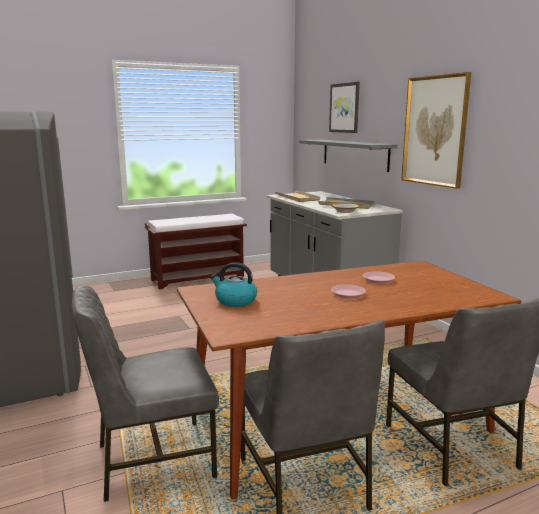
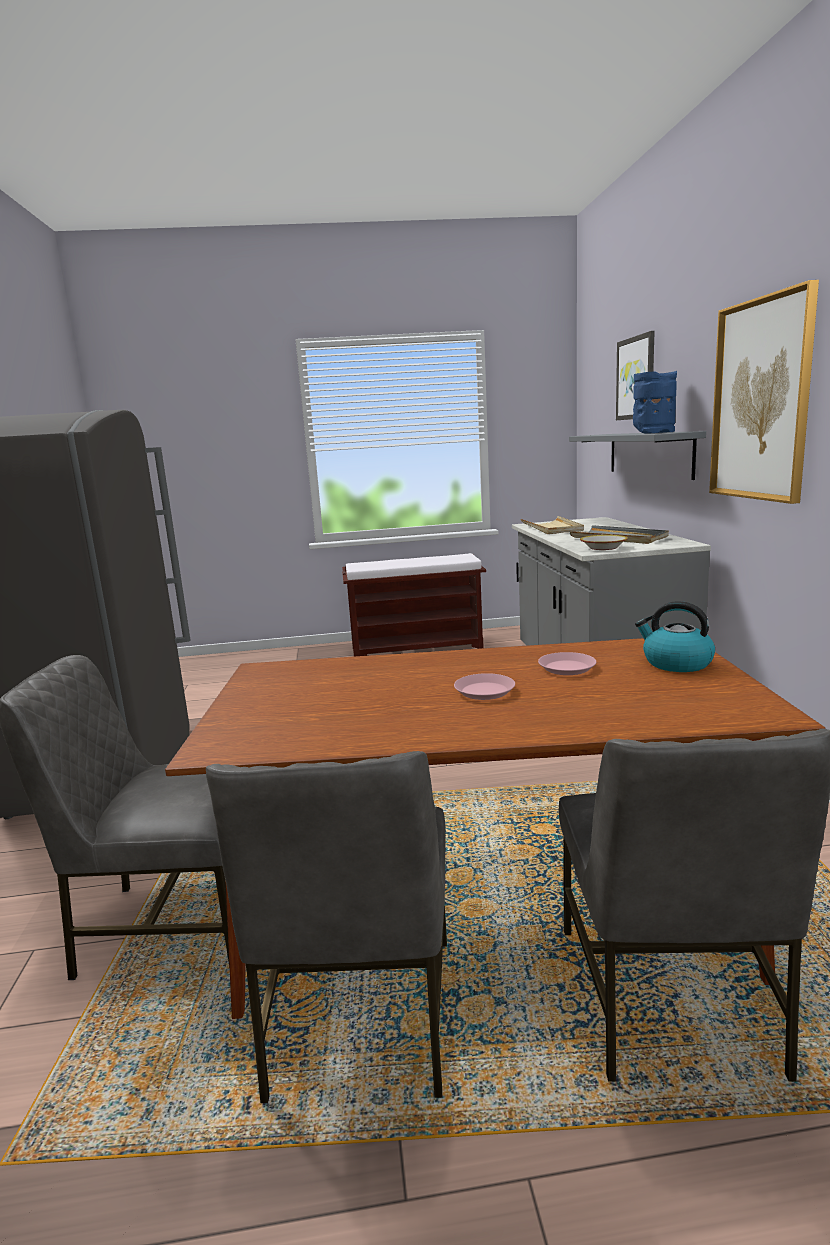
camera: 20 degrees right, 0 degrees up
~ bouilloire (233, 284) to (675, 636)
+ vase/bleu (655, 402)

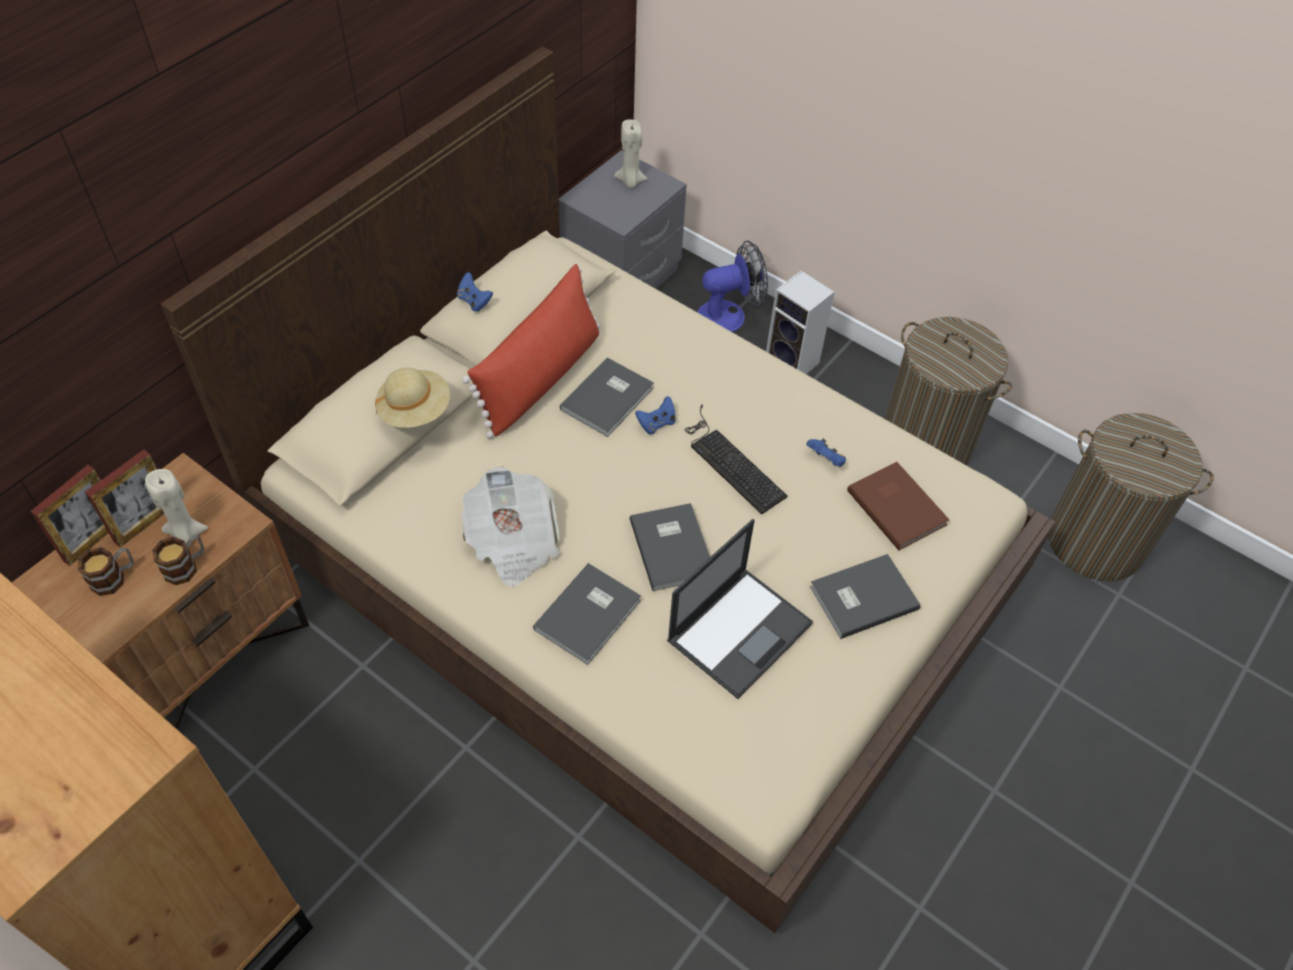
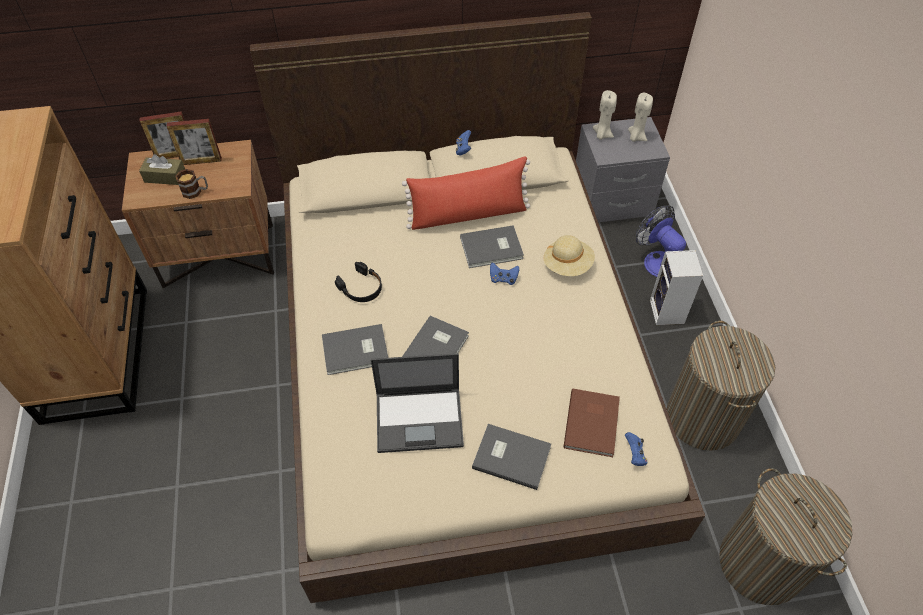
camera: 45 degrees right, 0 degrees up
~ ventilateur (732, 286) = (661, 241) 150 degrees counterclockwise
~ chapeau/beige (412, 398) to (569, 255)
- clavier (736, 459)
~ manette/bleu (826, 452) to (636, 449)
~ journal (511, 526) to casque audio/noir (358, 282)
~ bougie/beige (176, 506) to (605, 115)
~ mug (106, 571) to boîte à mouchoirs/marron (162, 169)

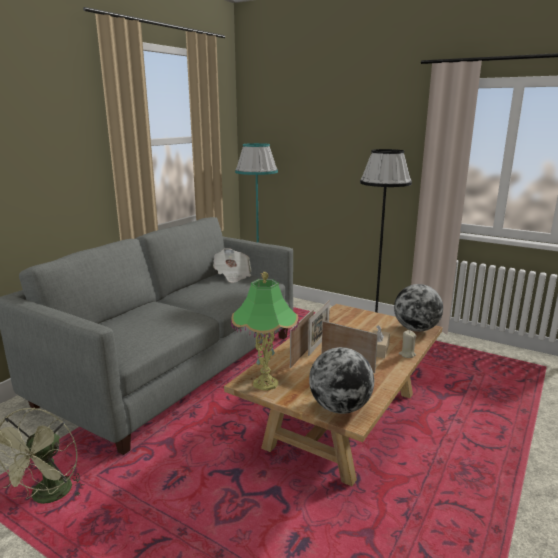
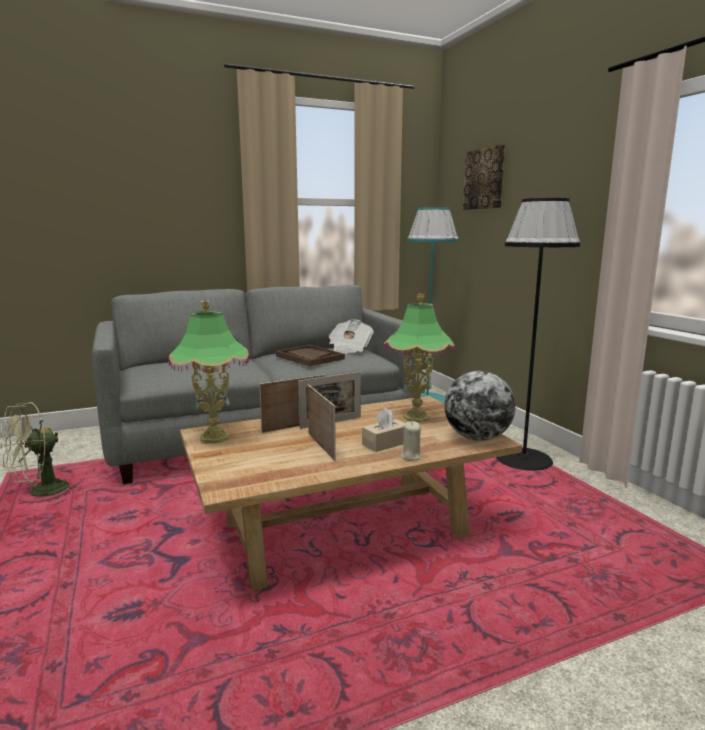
camera: 35 degrees right, 5 degrees down
- globe (341, 380)
+ tableau (484, 177)
+ lampe de table (419, 357)
+ plateau/marron (310, 355)

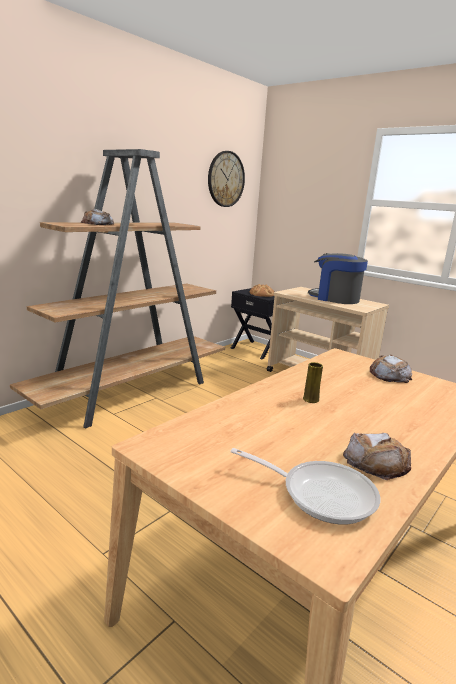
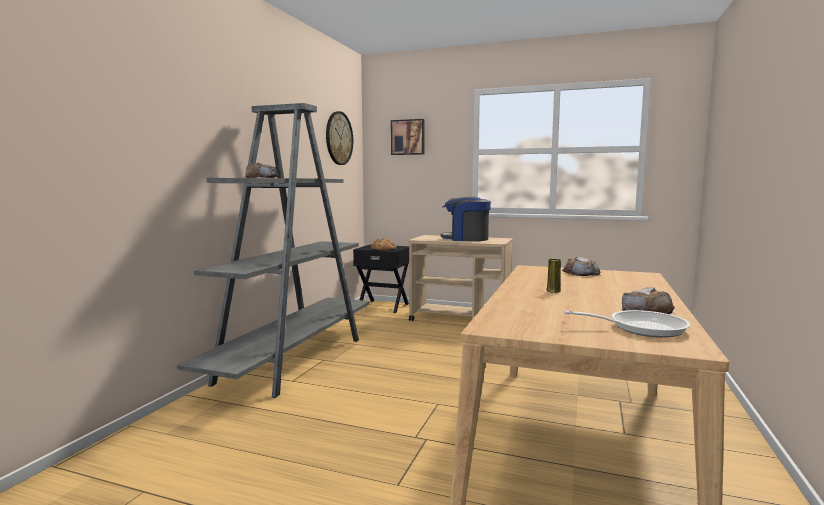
camera: 20 degrees left, 10 degrees down
~ bibliothèque/marron (117, 288) to bibliothèque/gris (273, 250)
+ tableau (408, 137)

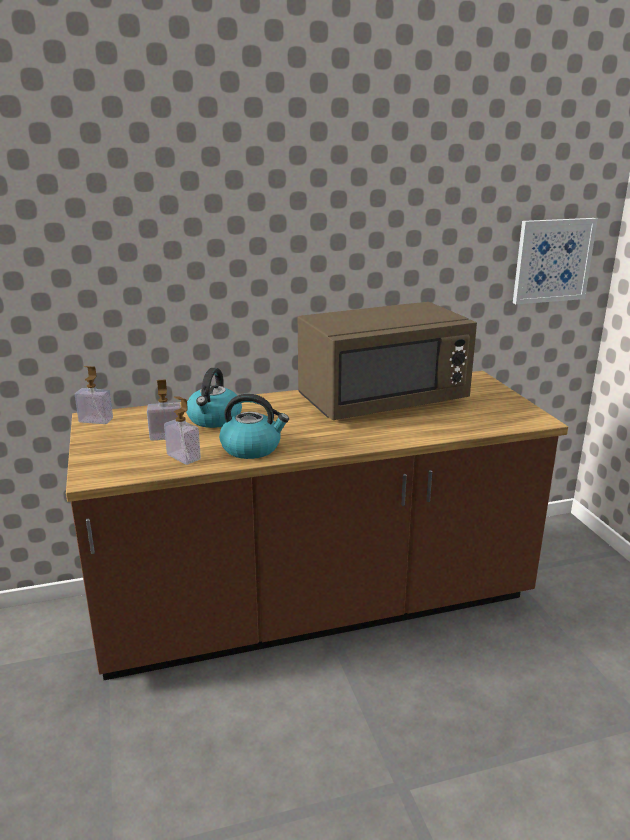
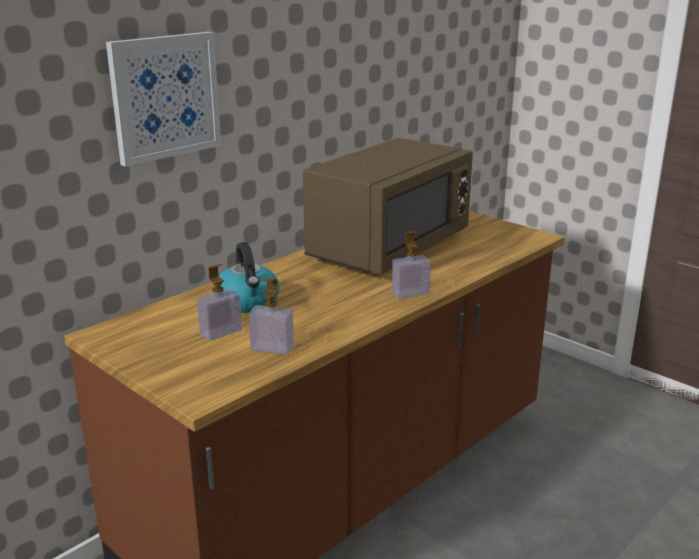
camera: 30 degrees left, 0 degrees up
~ tableau (555, 261) to (163, 99)
~ distributeur de savon (94, 395) to (411, 265)
- bouilloire (254, 426)

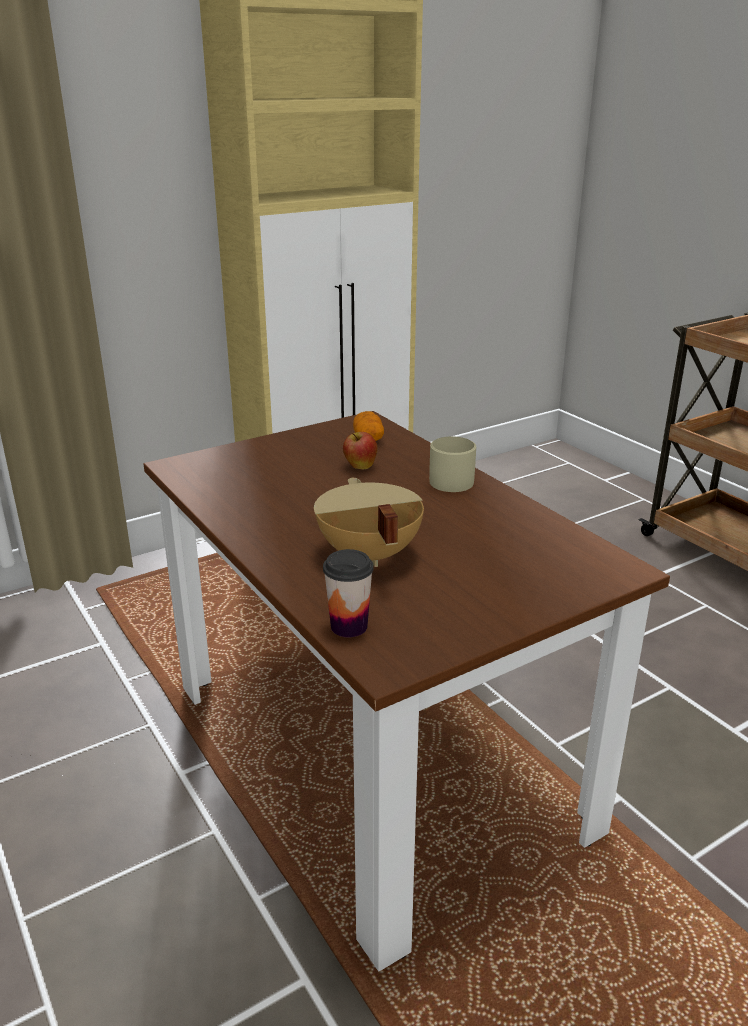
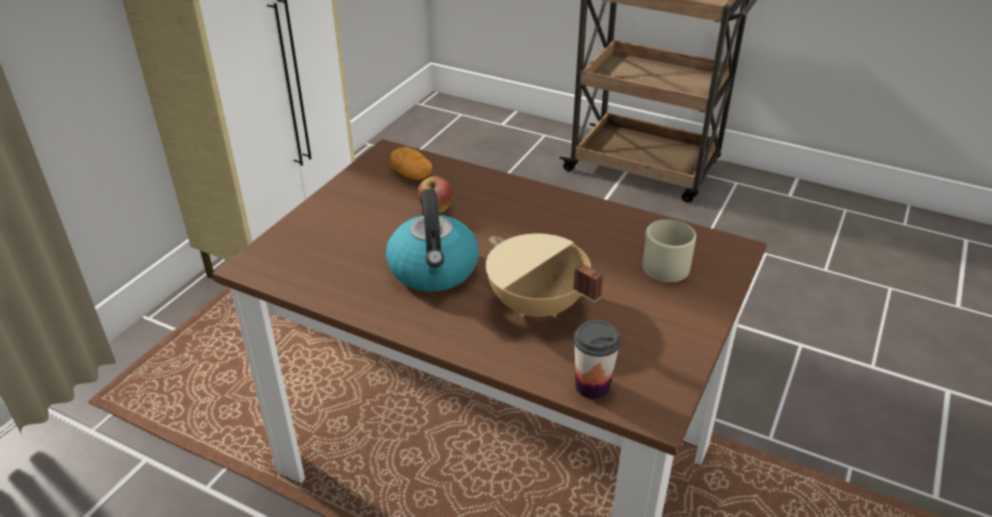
camera: 30 degrees left, 10 degrees up
~ mug/beige (452, 464) to (669, 250)
+ bouilloire (432, 240)

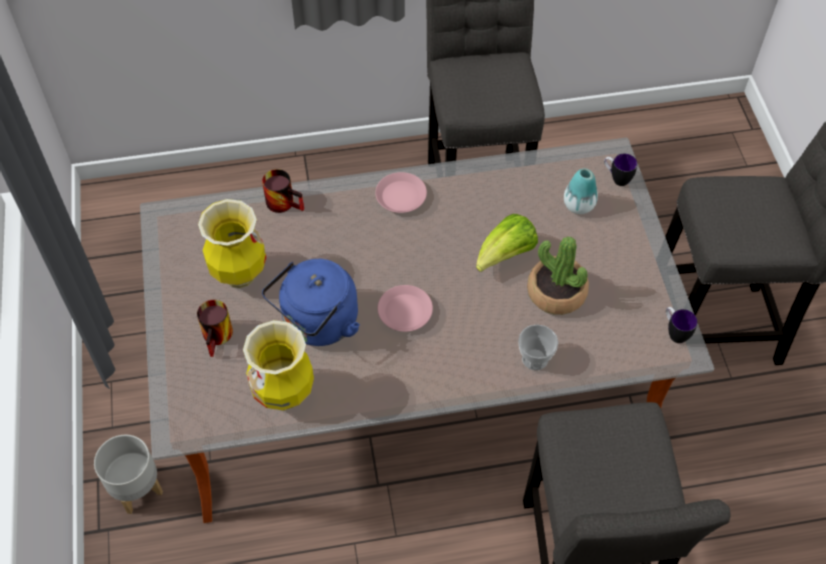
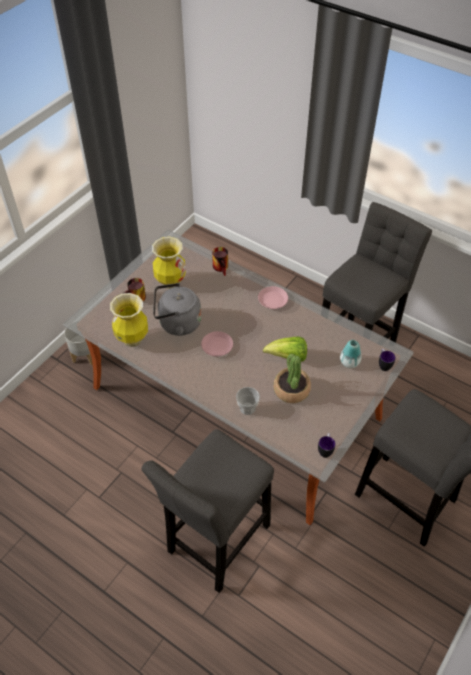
camera: 45 degrees right, 5 degrees down
~ bouilloire/bleu (311, 302) to bouilloire/gris (177, 309)

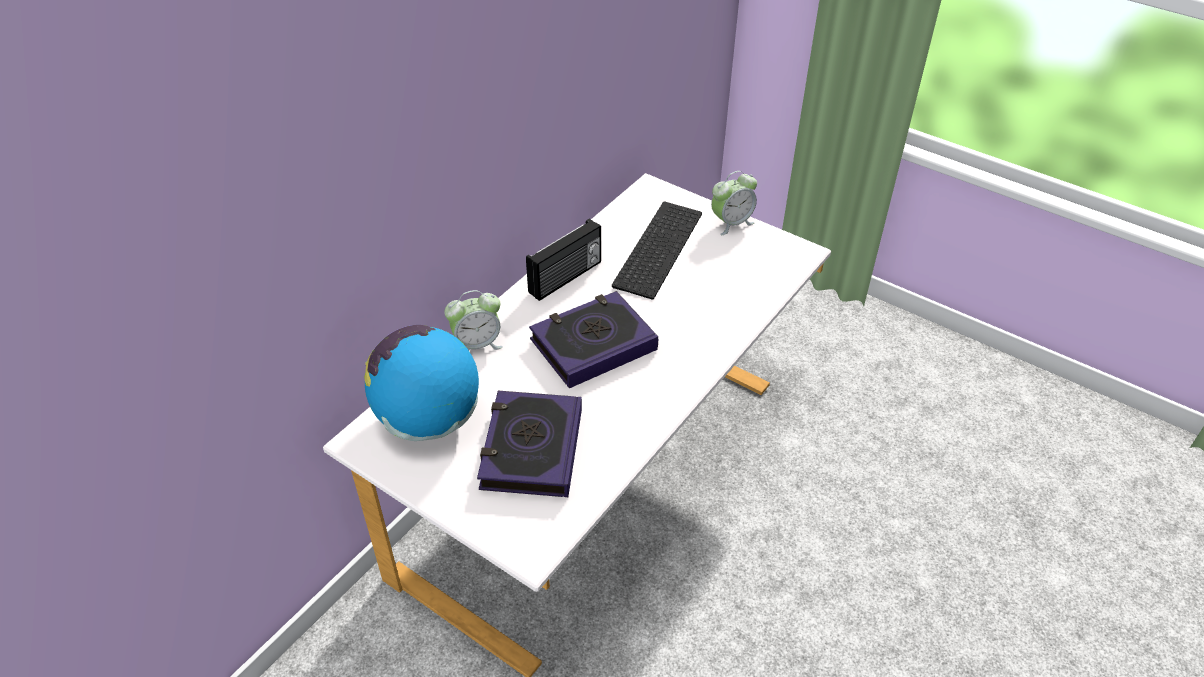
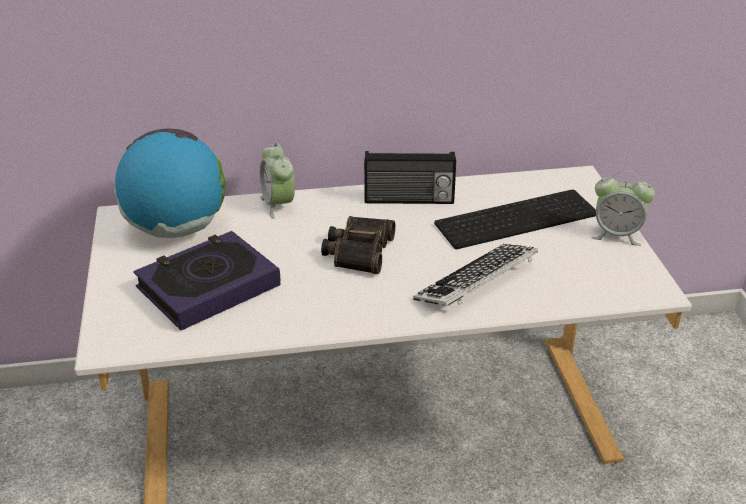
camera: 45 degrees right, 10 degrees down
~ réveil (473, 320) = (277, 181) 45 degrees clockwise
~ livre (593, 339) to jumelles (358, 245)
+ clavier (475, 275)

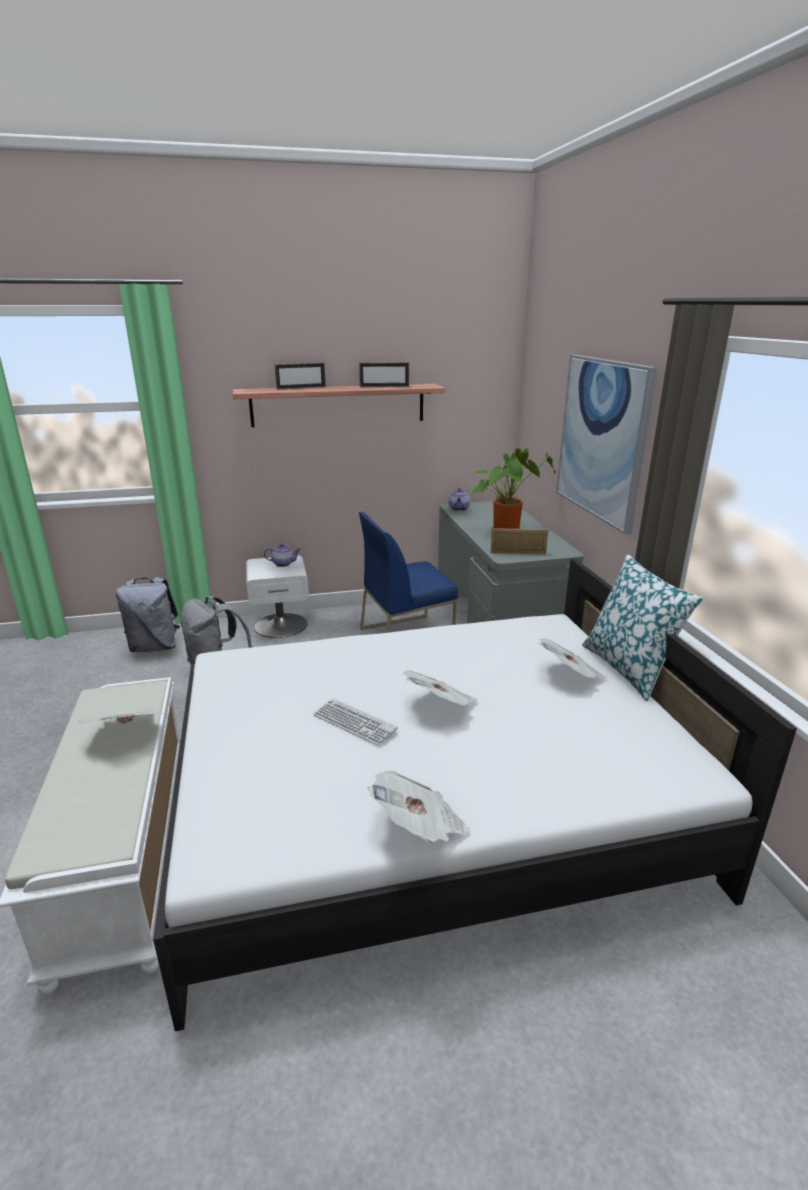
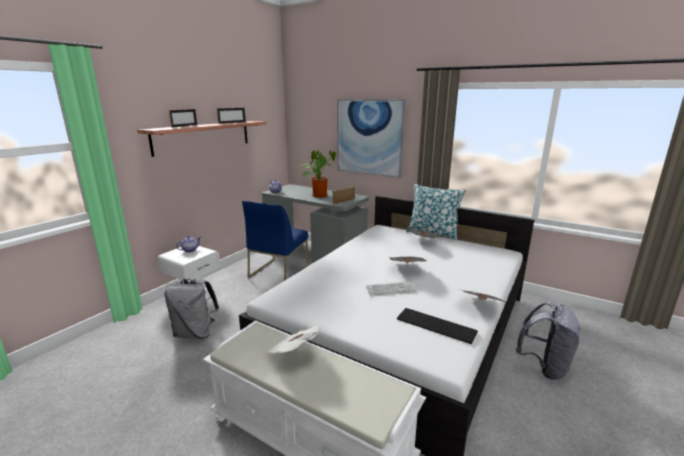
camera: 45 degrees left, 5 degrees down
~ sac à dos/gris (148, 614) to (548, 341)
+ clavier (437, 326)

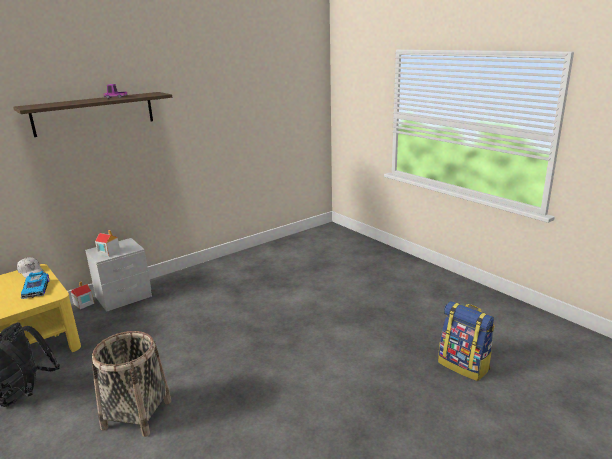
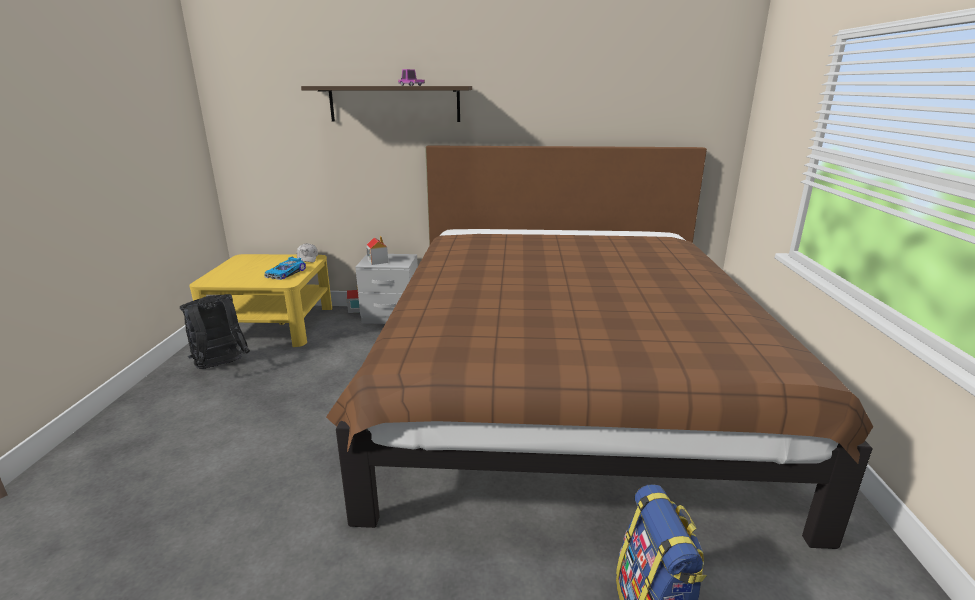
camera: 40 degrees right, 0 degrees up
- panier (131, 384)
+ lit/marron (599, 347)

